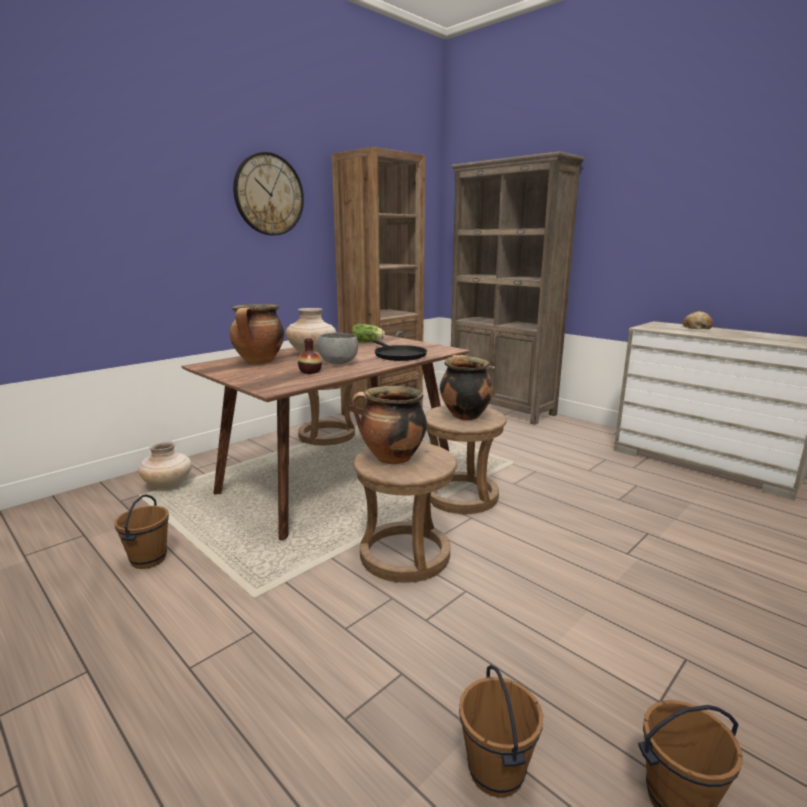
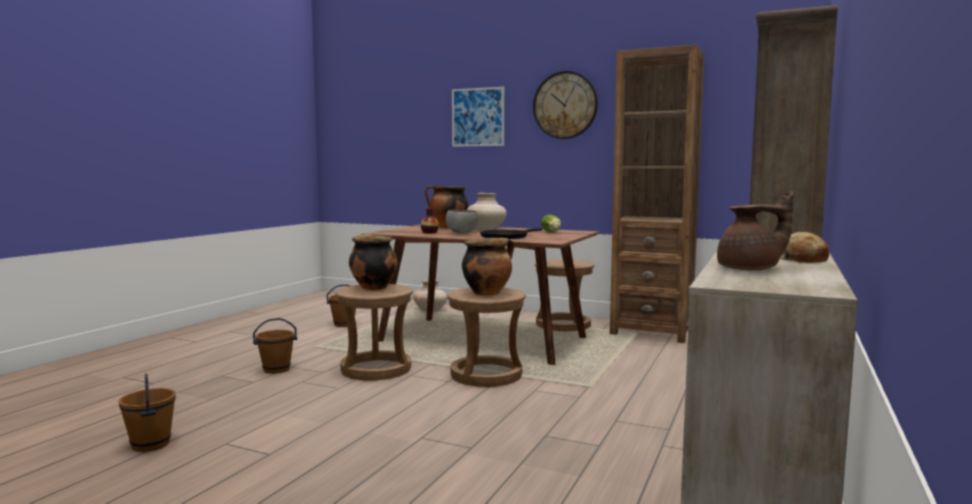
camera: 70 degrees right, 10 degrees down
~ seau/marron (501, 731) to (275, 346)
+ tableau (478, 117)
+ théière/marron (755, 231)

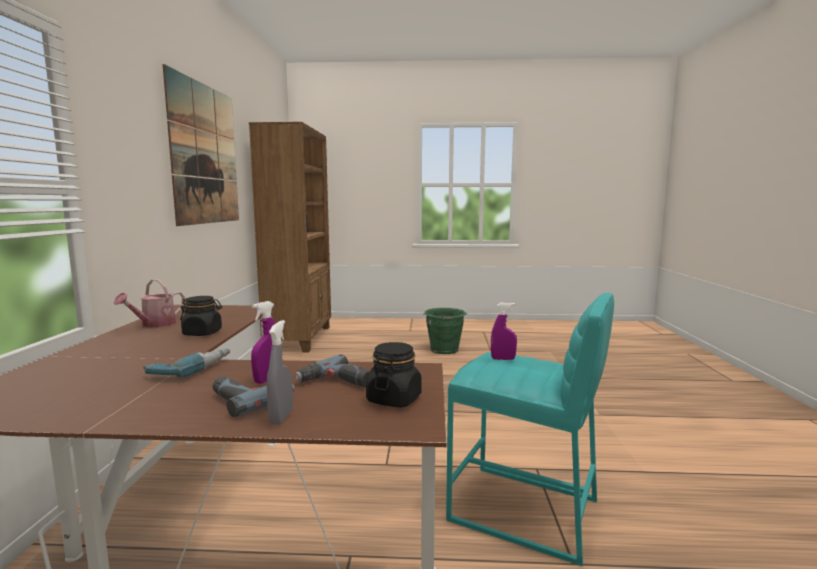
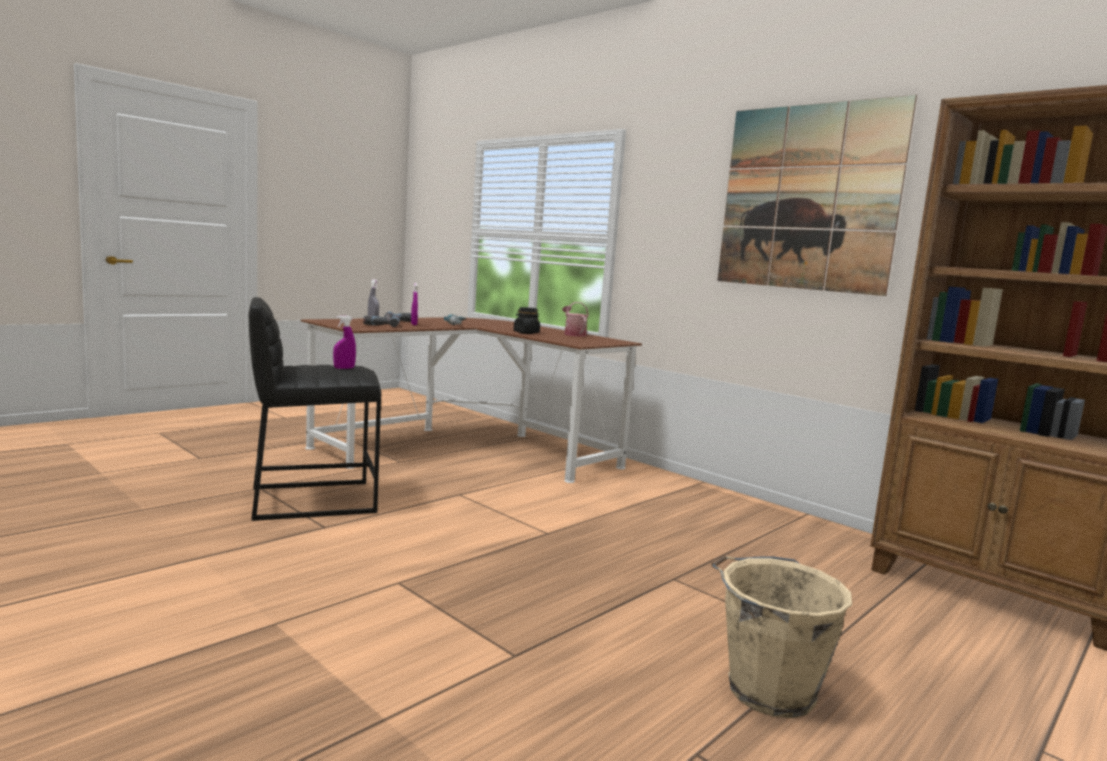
camera: 130 degrees right, 0 degrees up
~ tabouret/turquoise (530, 429) to tabouret/noir (315, 409)
~ seau/vert (445, 331) to seau/beige (781, 637)
- bocal/noir (394, 374)

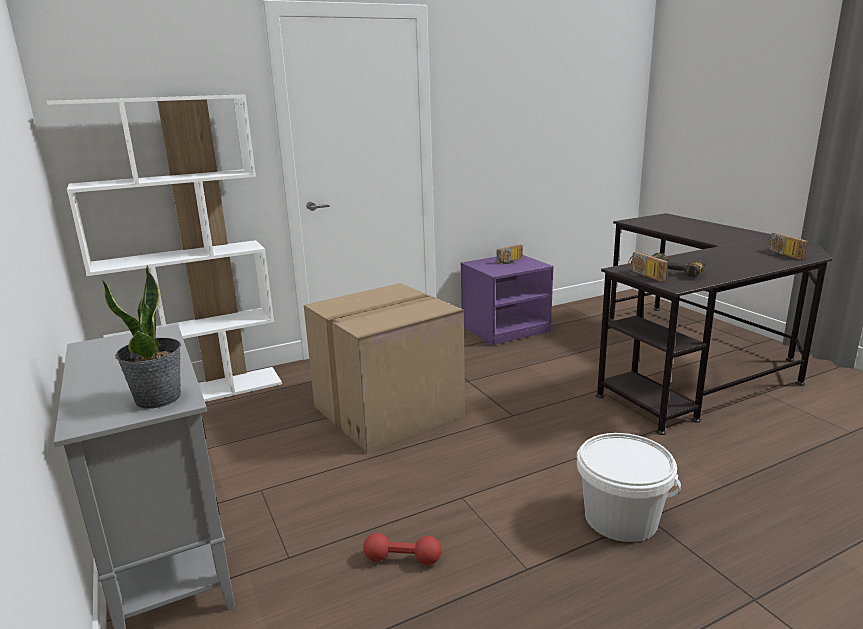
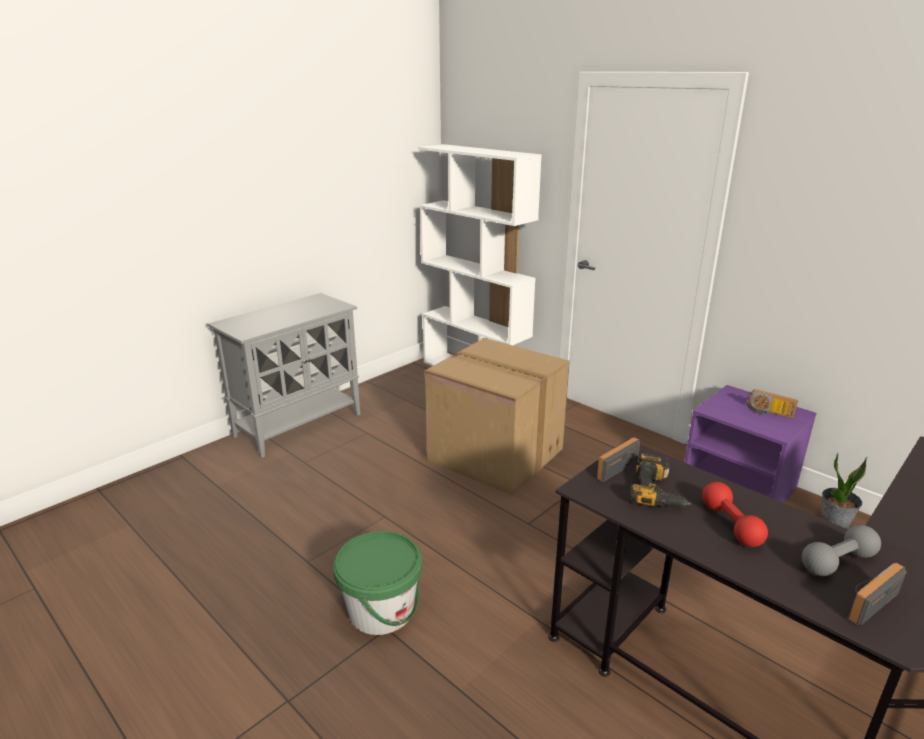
camera: 70 degrees right, 5 degrees up
~ plante en pot (141, 336) to (844, 491)
~ seau/blanc (628, 487) to seau/vert (377, 583)
~ haltère/rouge (402, 549) to (735, 514)
+ haltère/gris (841, 550)

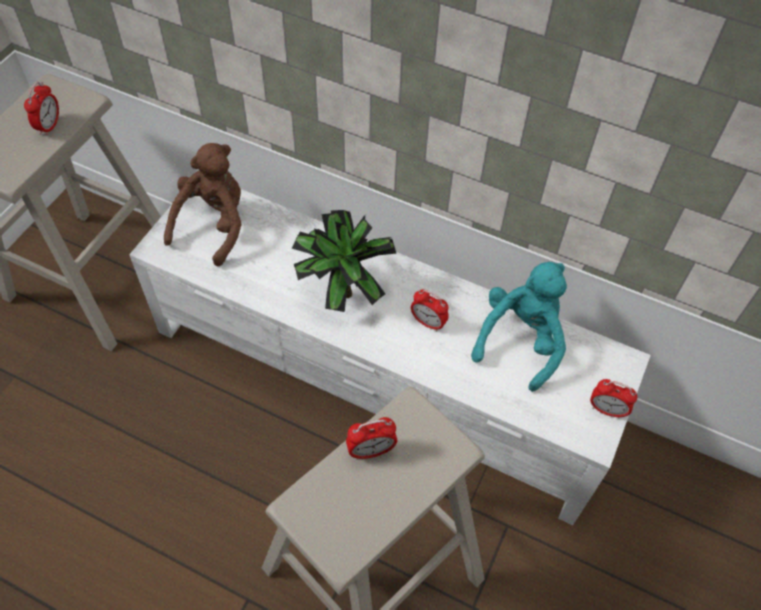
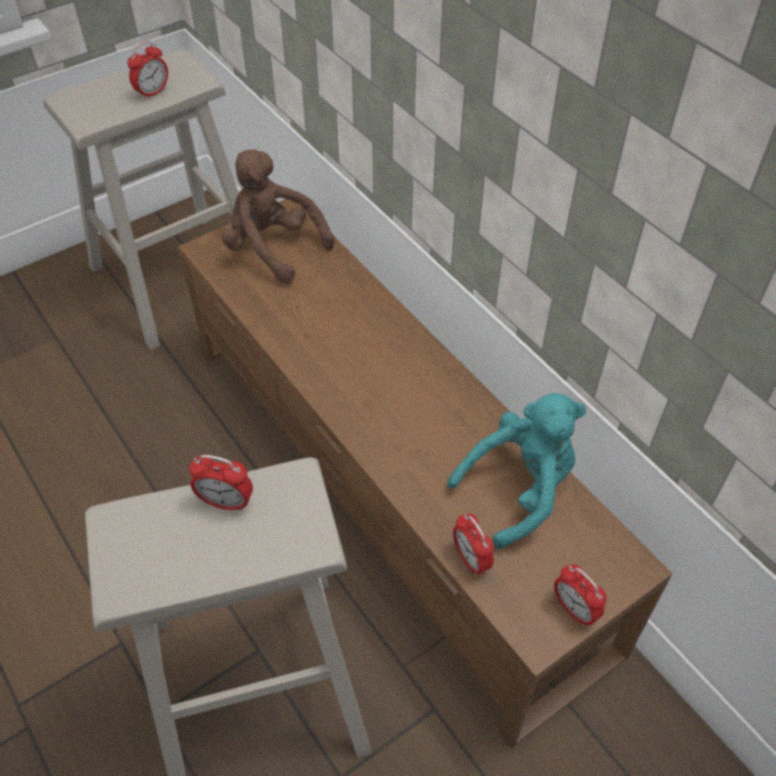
camera: 30 degrees right, 5 degrees down
~ peluche/marron (203, 205) = (278, 216) 105 degrees counterclockwise
~ meuble télé/blanc (390, 357) to meuble télé/marron (425, 474)
- plante en pot (344, 261)
~ réveil (430, 310) to (473, 545)

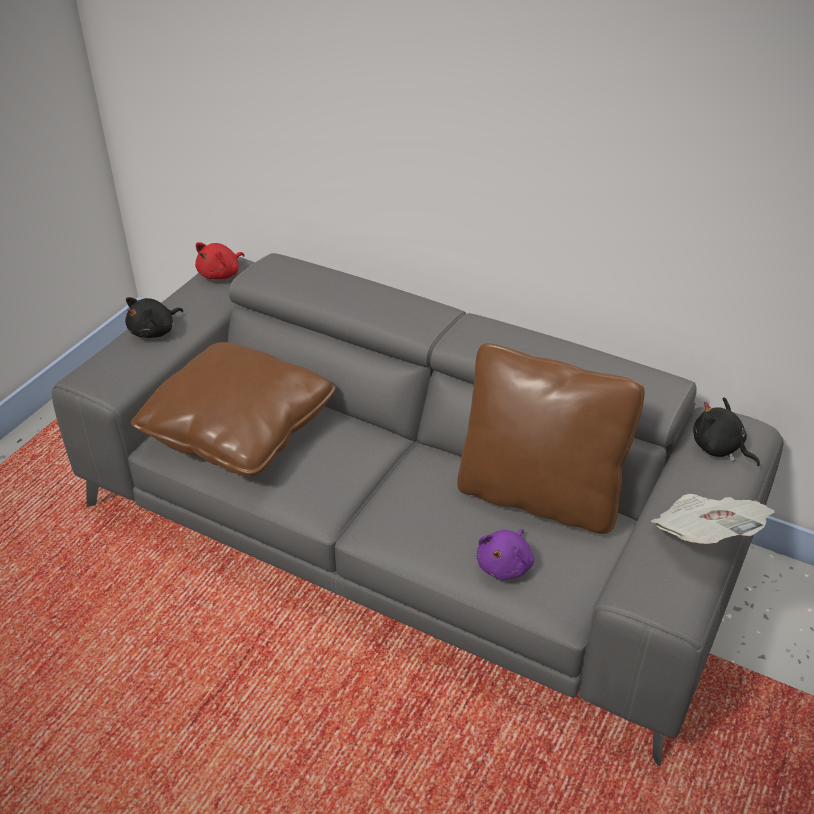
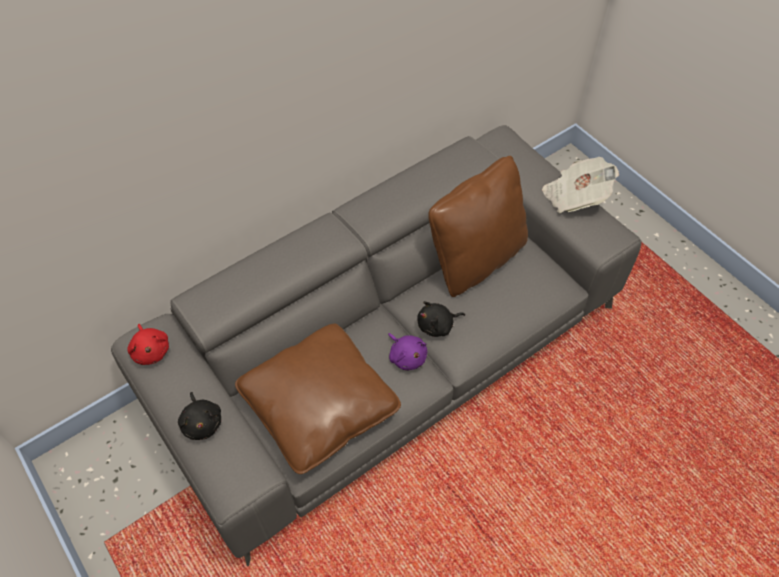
camera: 65 degrees left, 15 degrees up
~ peluche/noir (726, 431) to (441, 319)
~ peluche/violet (505, 554) to (407, 352)

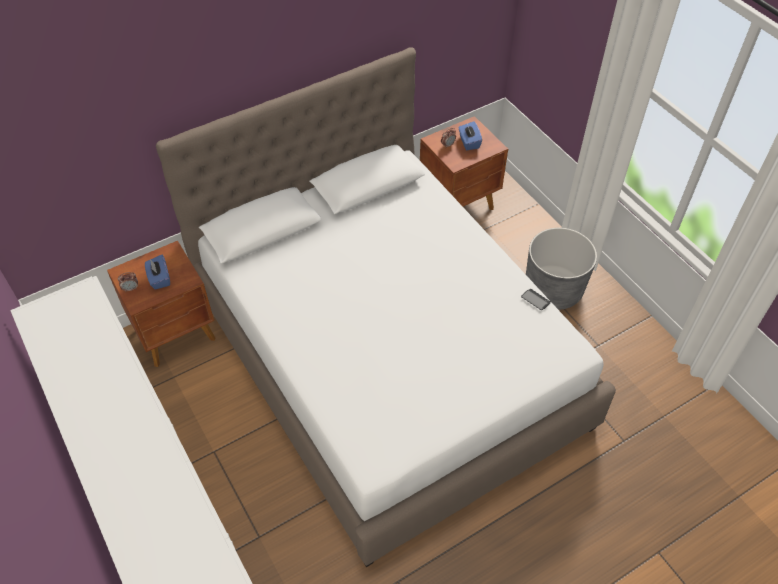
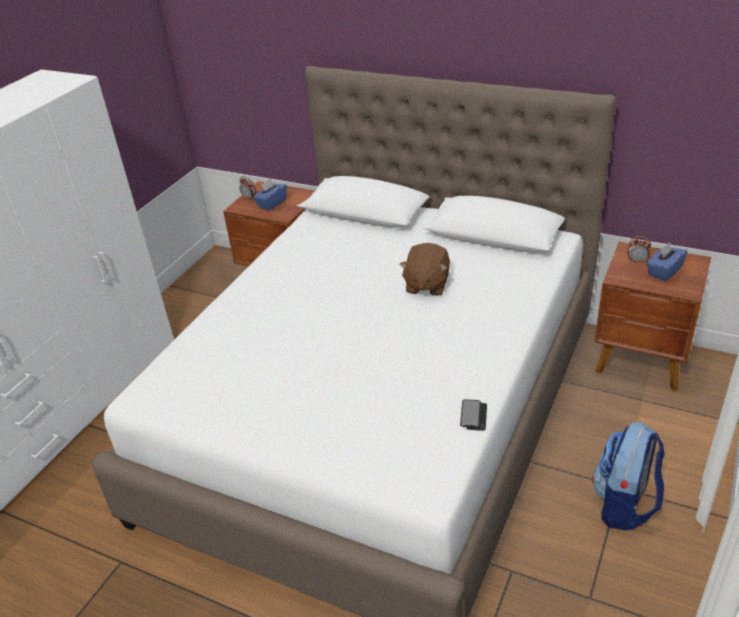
camera: 60 degrees right, 15 degrees down
~ cache-pot/gris (561, 269) to sac à dos (628, 476)
+ peluche/marron (424, 269)

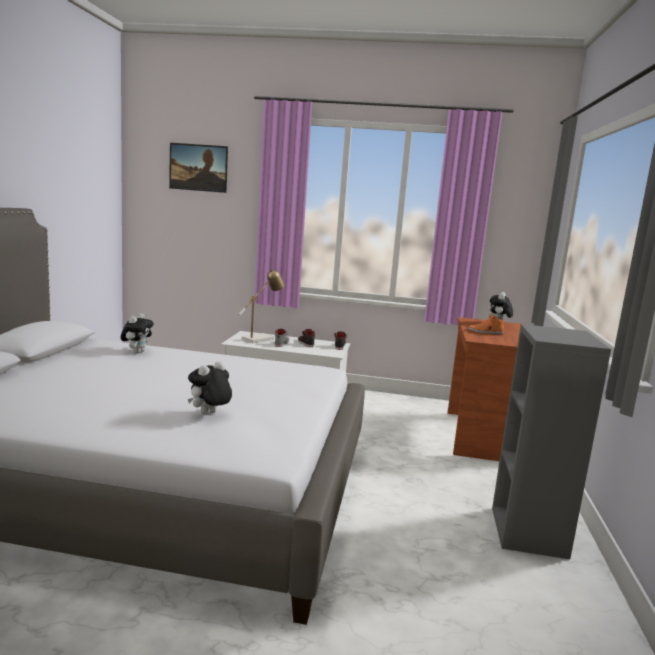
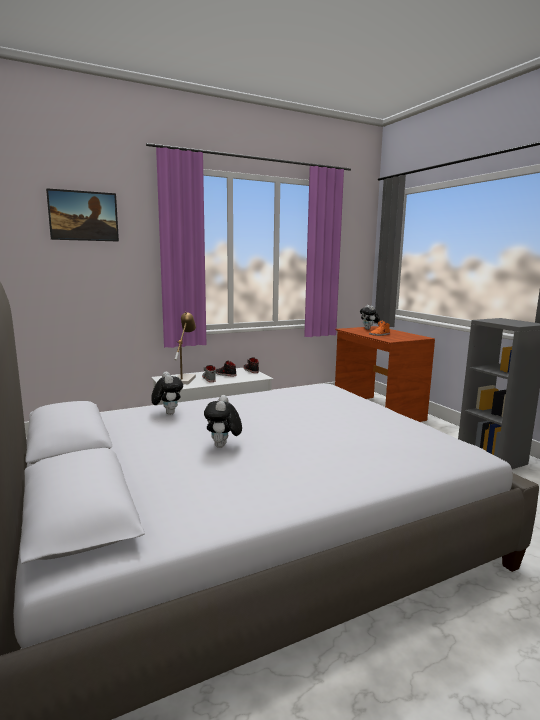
camera: 35 degrees left, 0 degrees up
~ peluche (210, 388) to (223, 421)

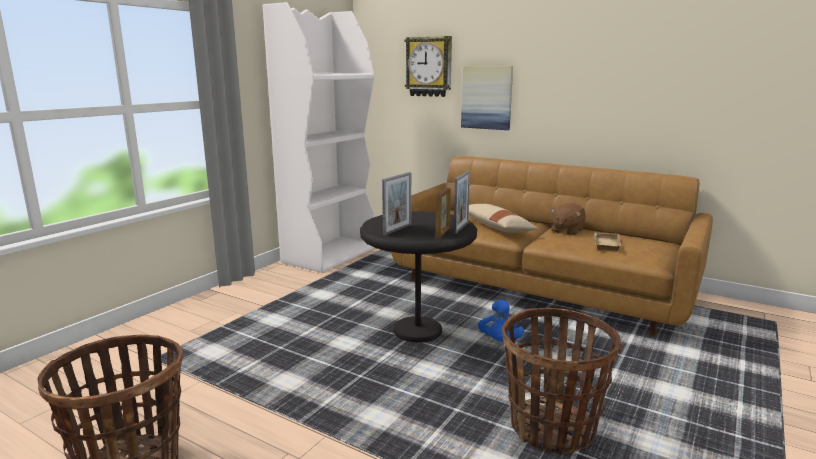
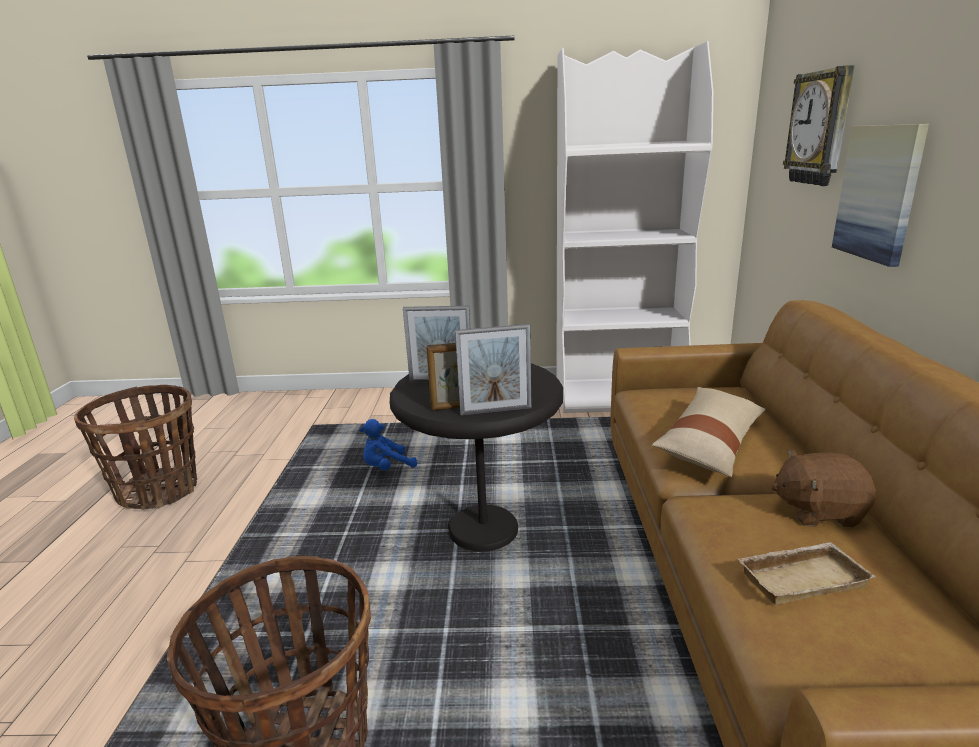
camera: 60 degrees right, 5 degrees up
~ peluche/bleu (501, 320) to (388, 444)

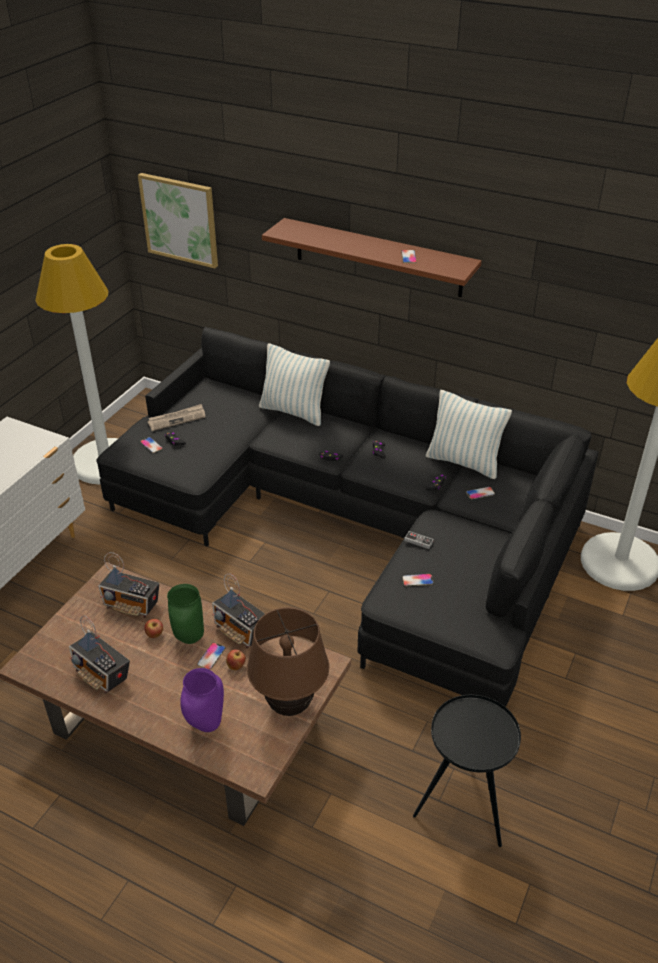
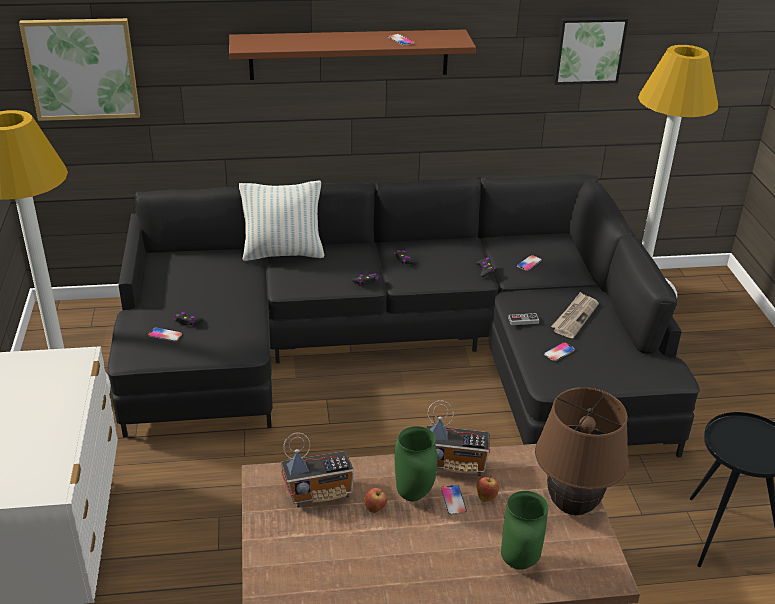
camera: 35 degrees left, 5 degrees down
- coussin (469, 434)
~ journal (177, 417) to (575, 315)
- radio (99, 655)
~ vase/violet (202, 700) to vase/vert (525, 530)
+ tableau (590, 50)

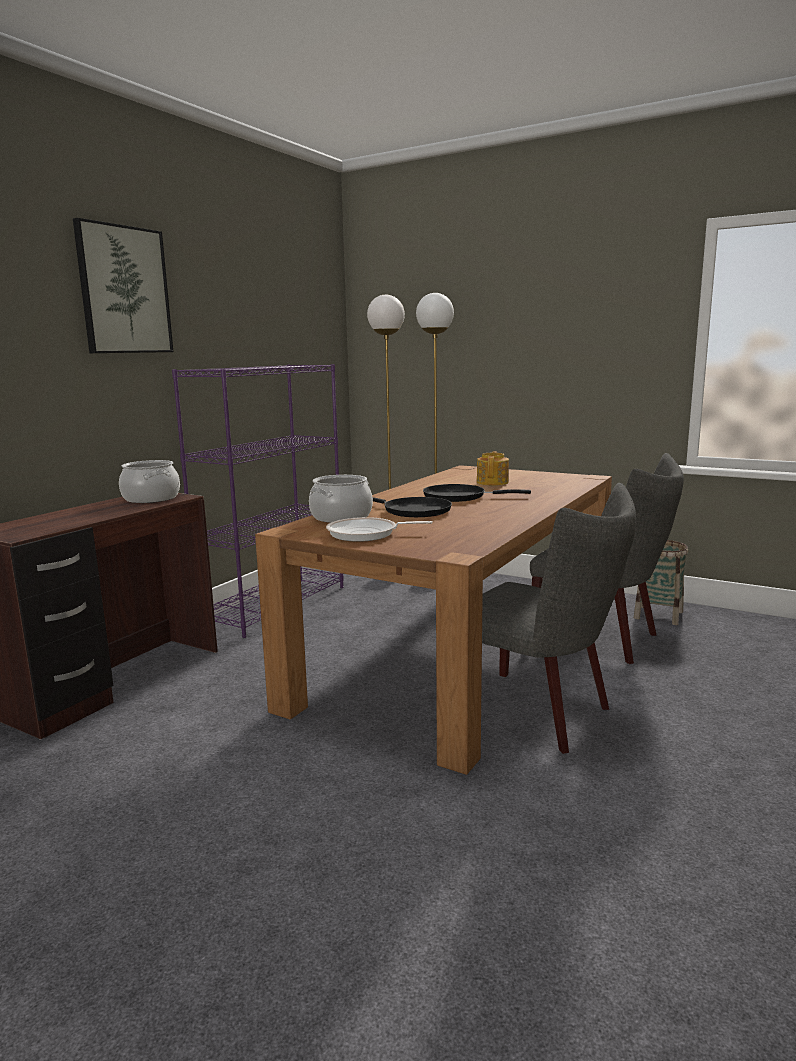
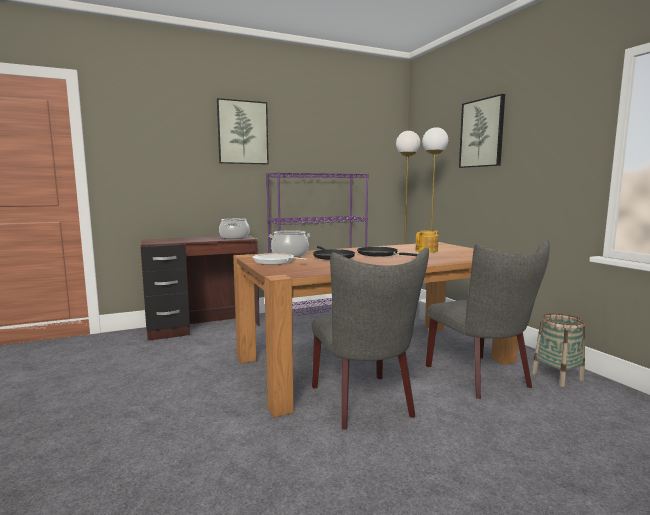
camera: 35 degrees right, 5 degrees down
+ tableau (482, 131)

